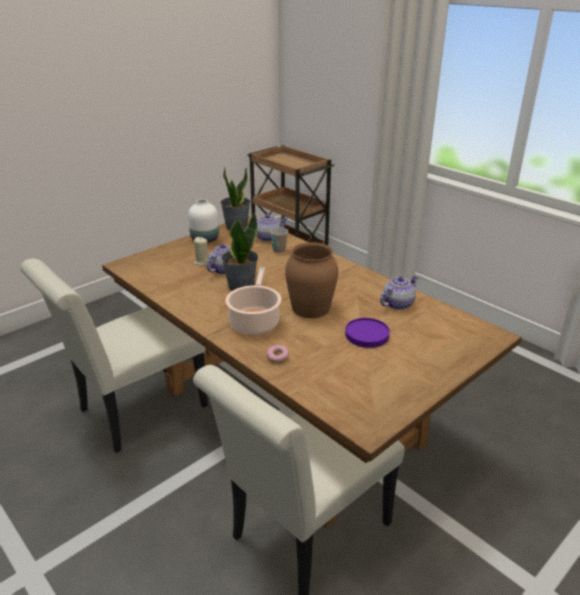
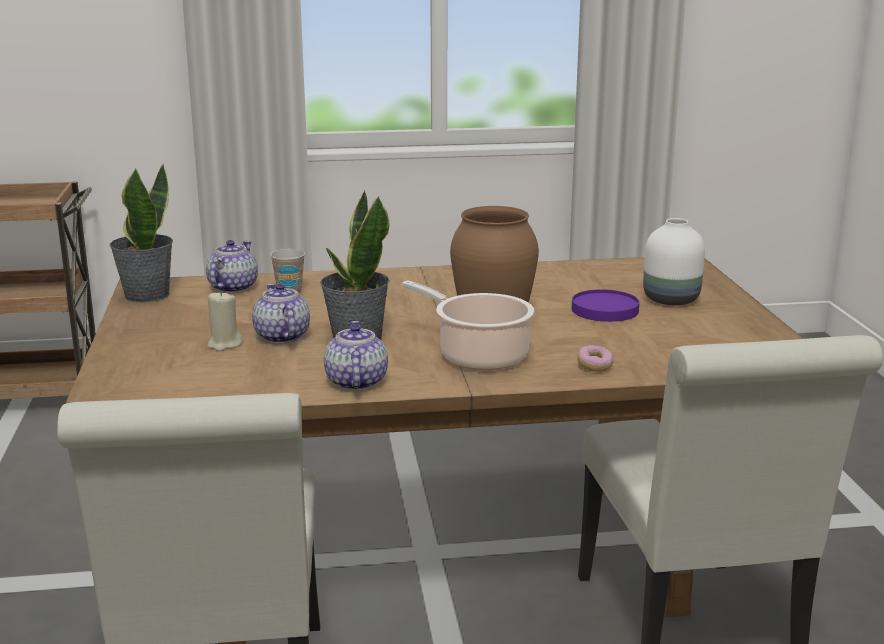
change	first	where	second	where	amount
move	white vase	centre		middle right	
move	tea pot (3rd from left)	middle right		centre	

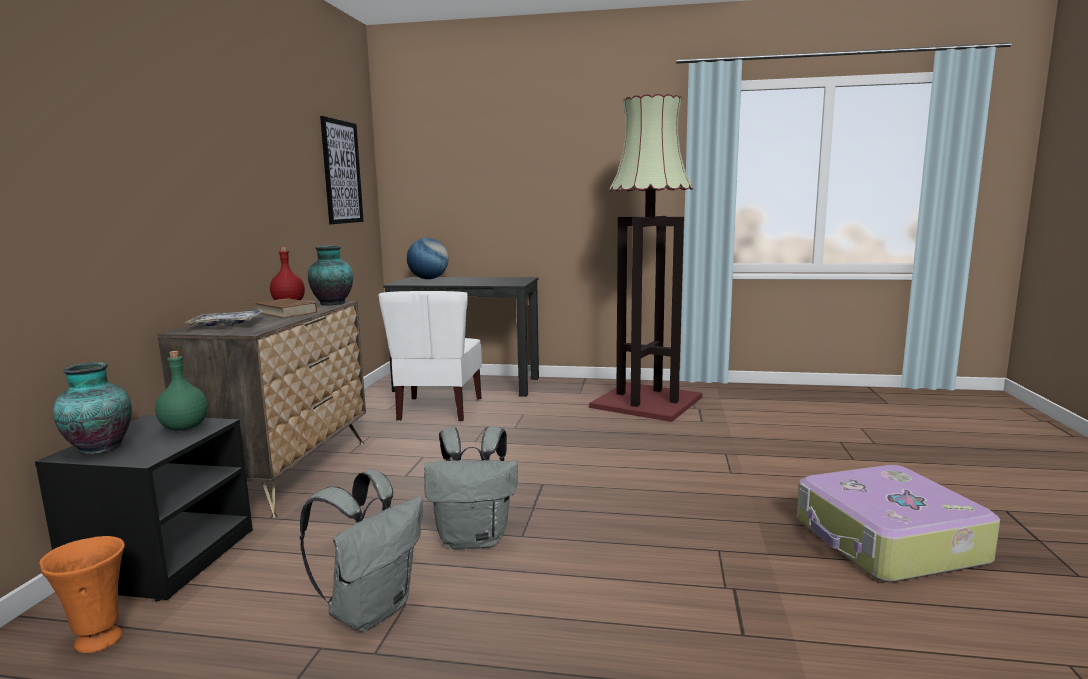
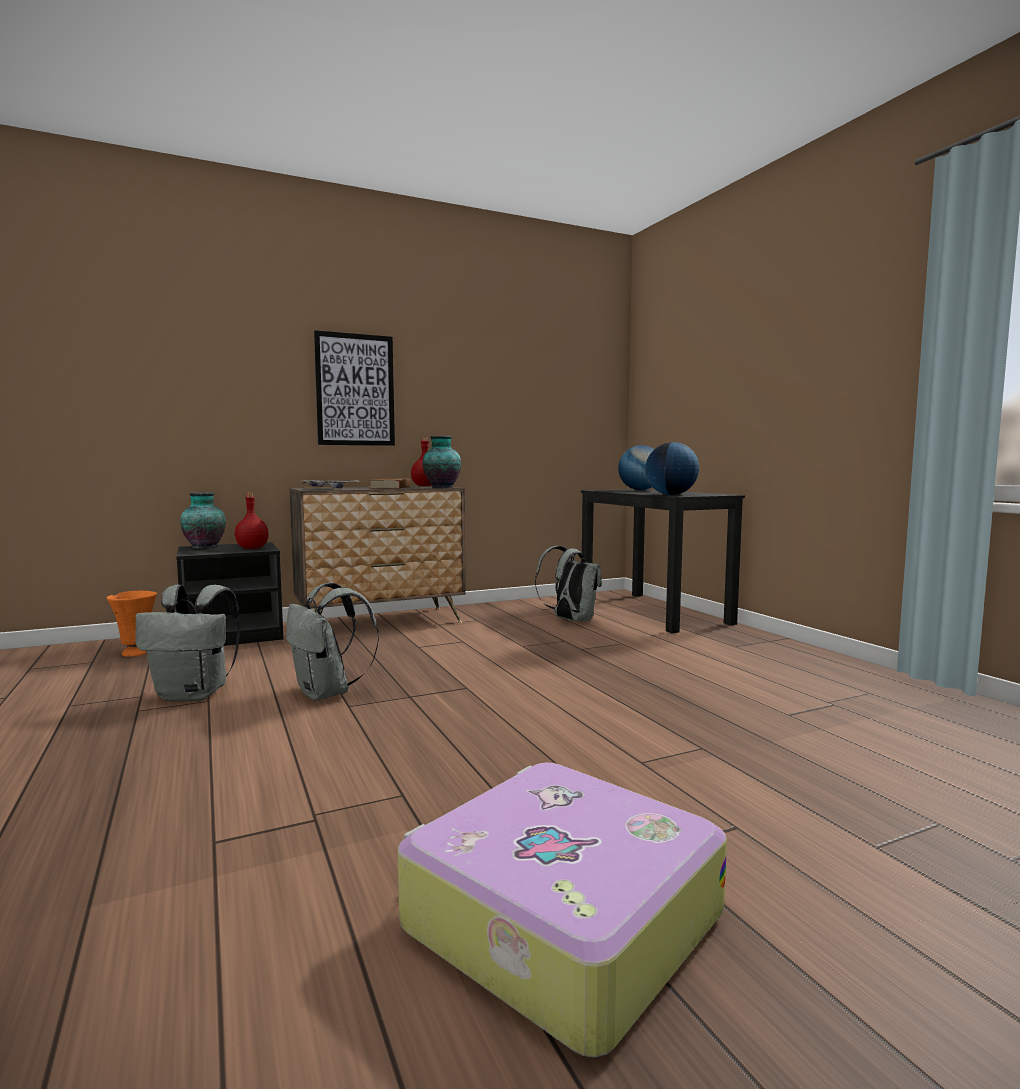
change	first	where	second	where	amount
recolor	green-coloured bottle	middle left	red-coloured bottle (1st from left)	middle left	
move	picture	top left		centre	
replace	white plain chair	centre	greyish knapsack (3rd from left)	centre	
delete	standard lamp	centre			
insert			world globe (2nd from left)	centre	

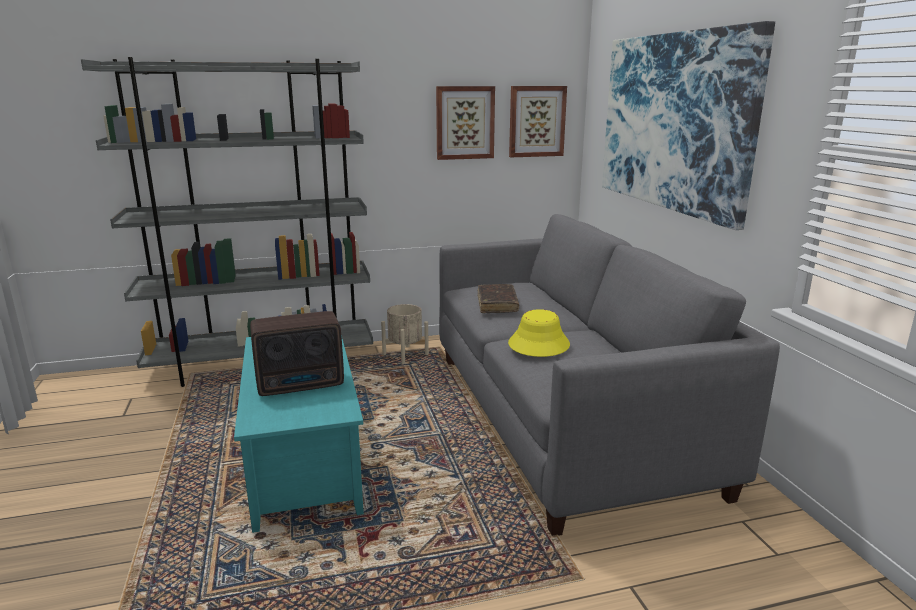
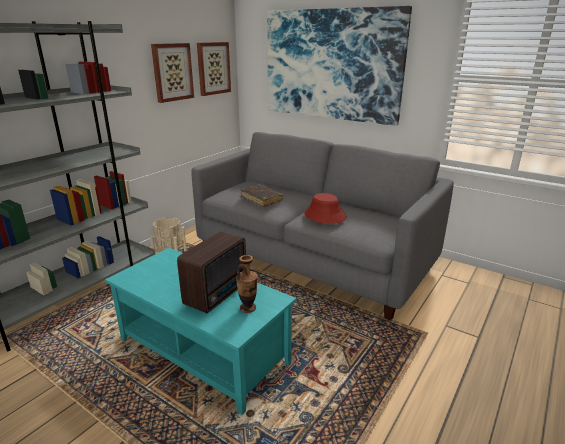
change	first	where	second	where	amount
recolor	yellow clothing hat	centre	red-coloured clothing hat	centre	
insert			vase	centre	

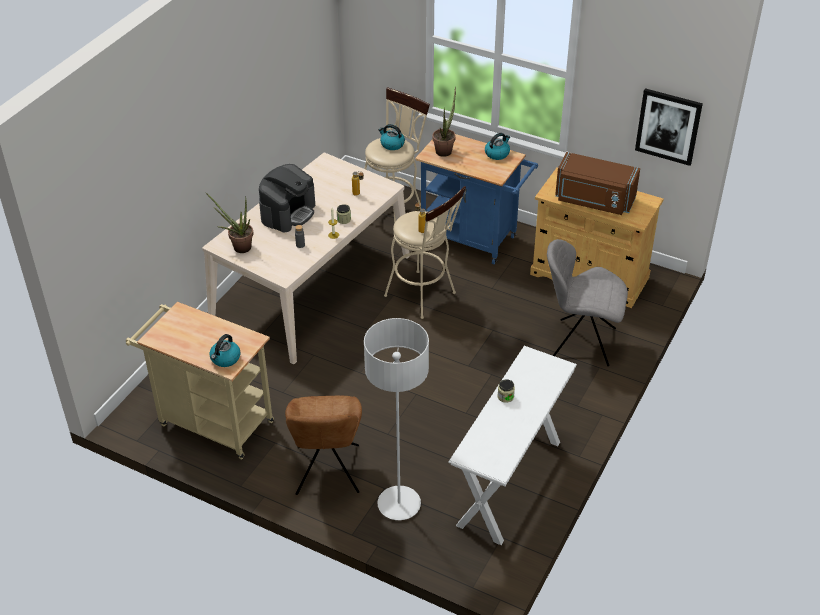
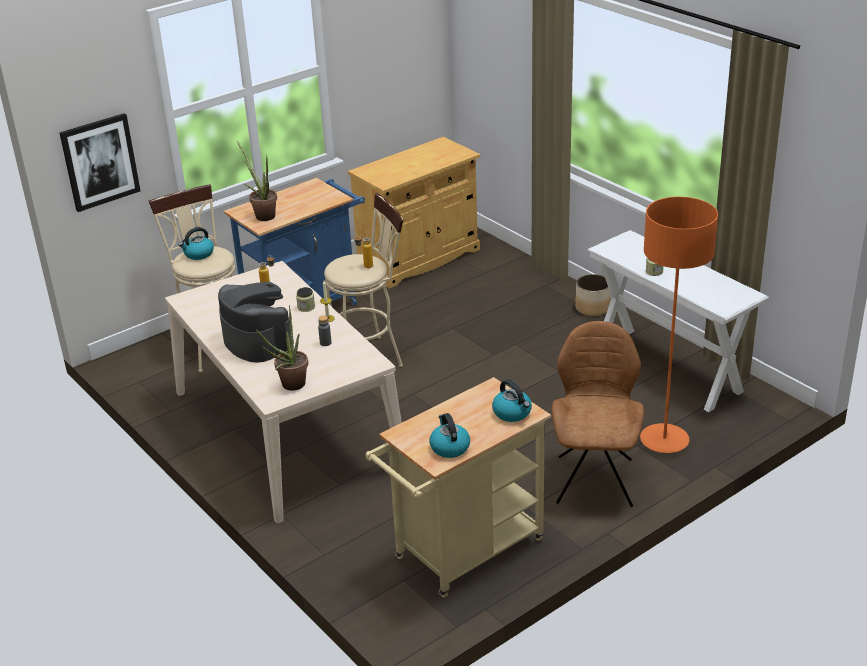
change	first	where	second	where	amount
rotate	brownish plain chair	bottom centre		middle right	105 degrees counterclockwise
recolor	greyish standard lamp	bottom centre	orangey standard lamp	middle right	
move	water kettle (3rd from left in the first image)	top centre	water kettle (2nd from left)	centre	
delete	greyish plain chair	middle right			
delete	brownish microwave oven	top right			
move	picture	top right		top left	
insert			plant pot	middle right	

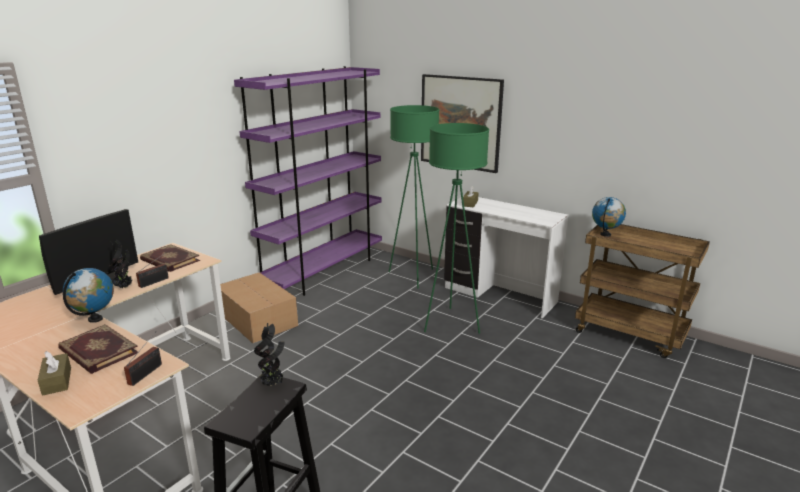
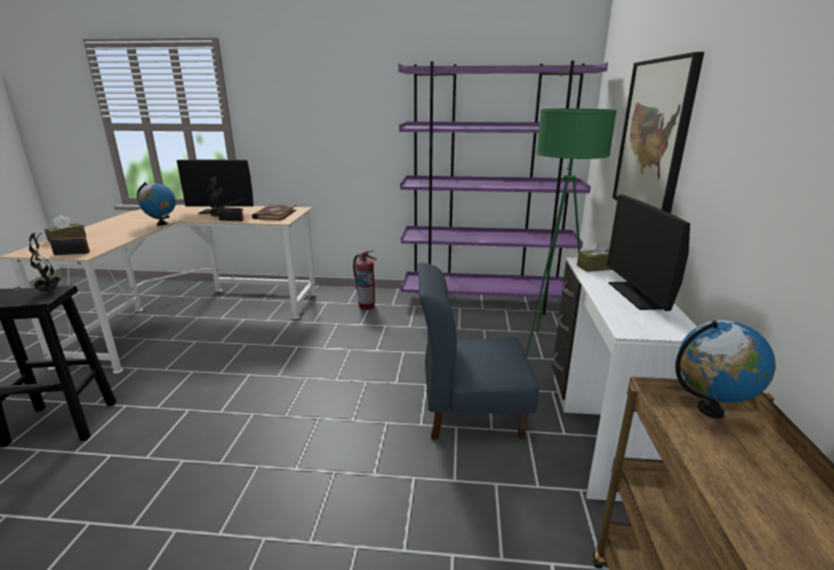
change	first	where	second	where	amount
delete	bound book (1st from left)	bottom left			
replace	cardboard box	middle left	extinguisher	centre	
replace	green-coloured standard lamp (2nd from left)	centre	blue-coloured plain chair	centre	
insert			computer display (2nd from left)	middle right	

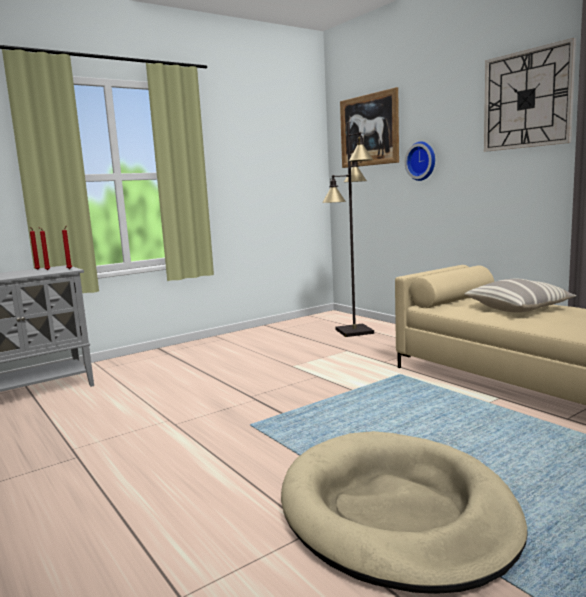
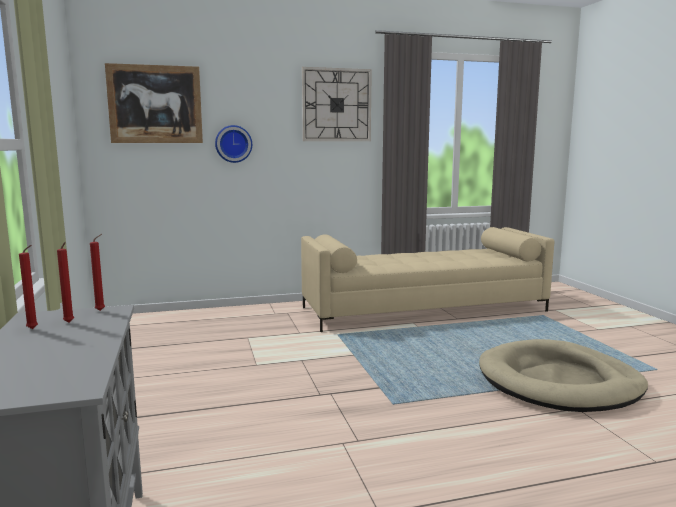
change	first	where	second	where	amount
delete	blackish standard lamp	centre			
delete	throw pillow	middle right			

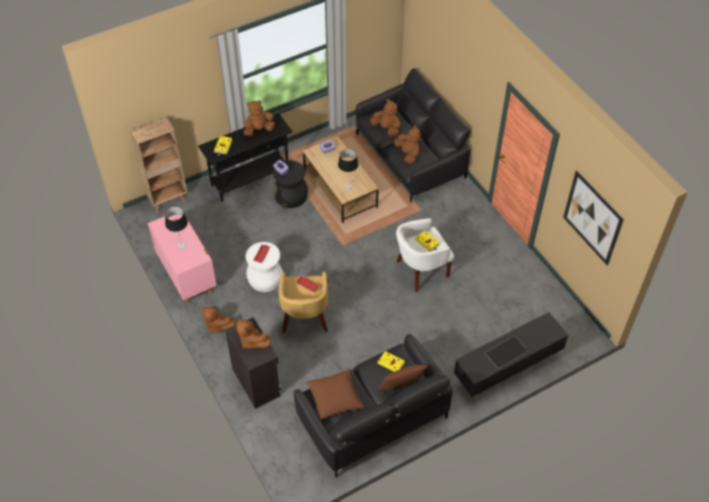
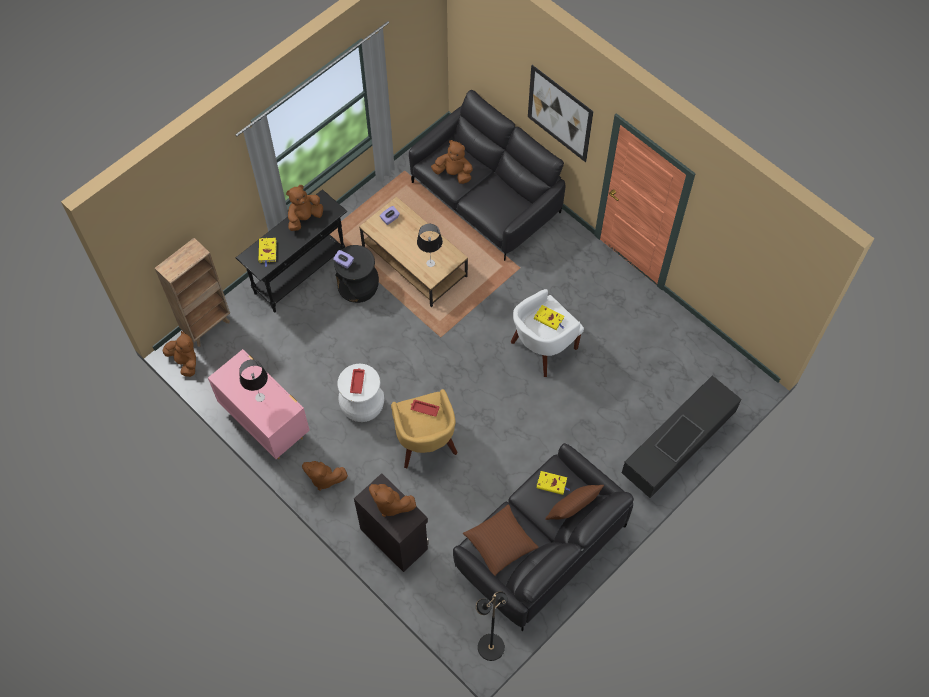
change	first	where	second	where	amount
move	brownish plush toy (5th from left in the first image)	top centre	brownish plush toy (1st from left)	middle left	
move	picture	middle right		top centre	
insert			blackish standard lamp	bottom centre	

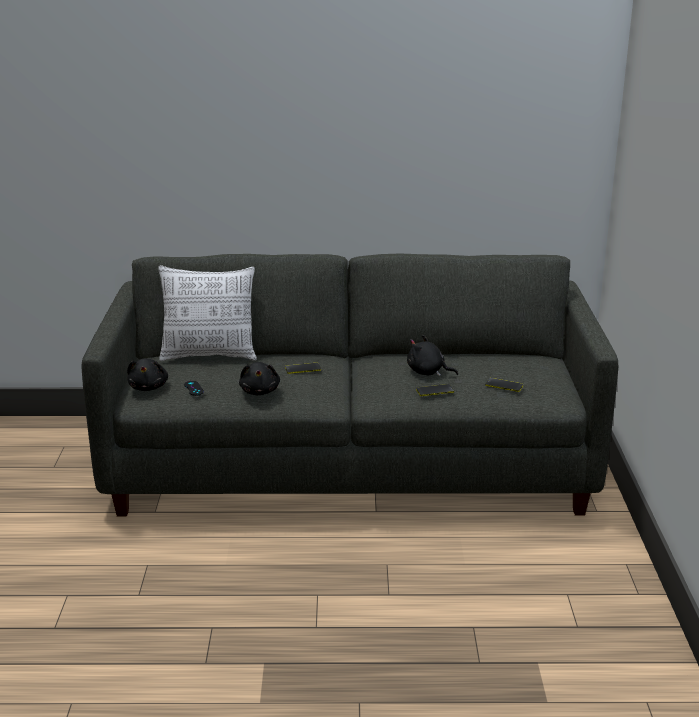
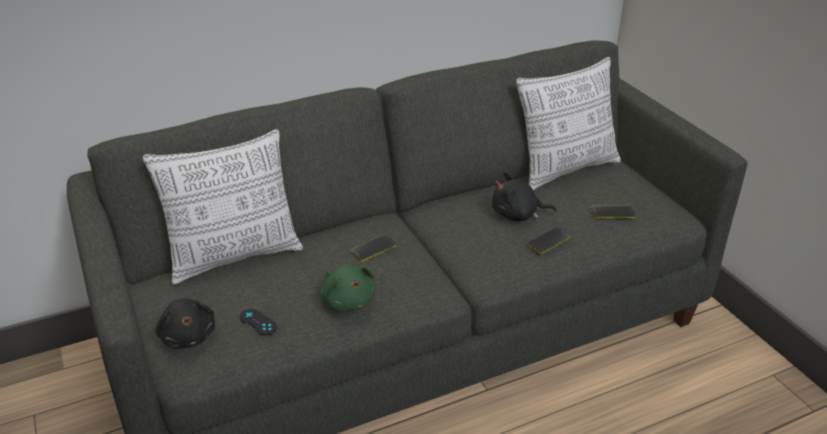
change	first	where	second	where	amount
recolor	blackish plush toy (2nd from left)	centre	green-coloured plush toy	centre	
insert			throw pillow (2nd from left)	top right	

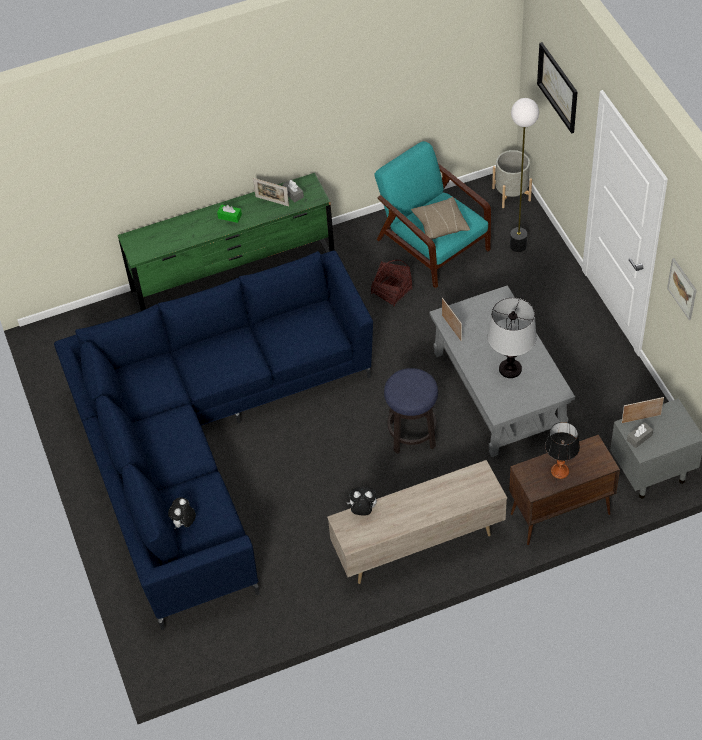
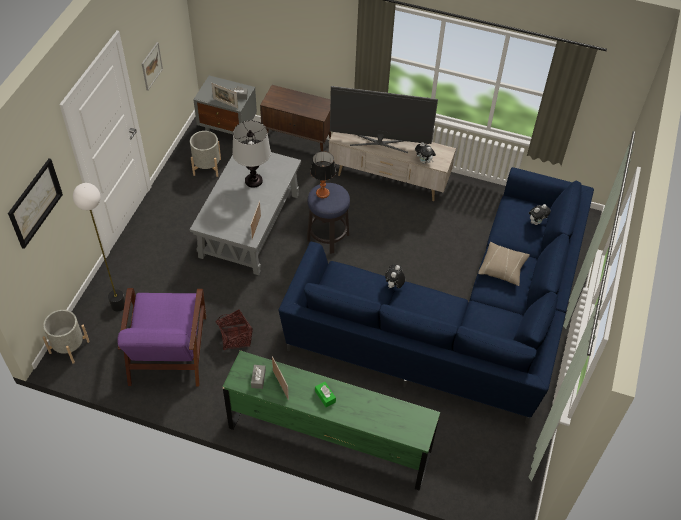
change	first	where	second	where	amount
recolor	turquoise-coloured lounge chair	top centre	purple-coloured lounge chair	middle left	
move	beige throw pillow	top centre		middle right	
move	tabletop lamp (2nd from left)	middle right		centre	
insert			greyish plant pot (2nd from left)	top left	
insert			TV set	top centre	
insert			plush toy (1st from left)	centre	

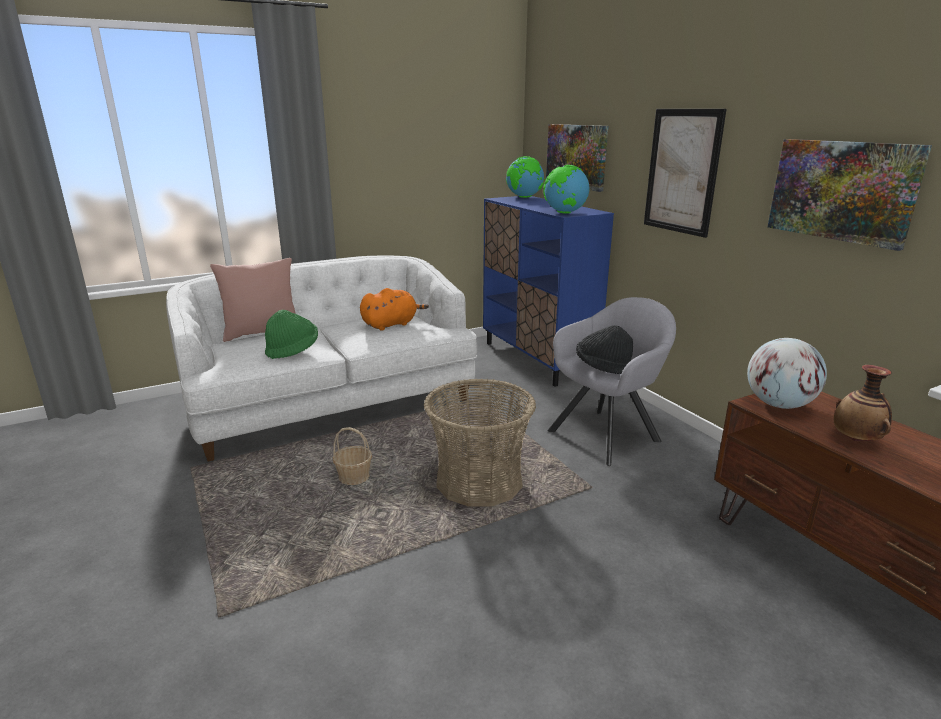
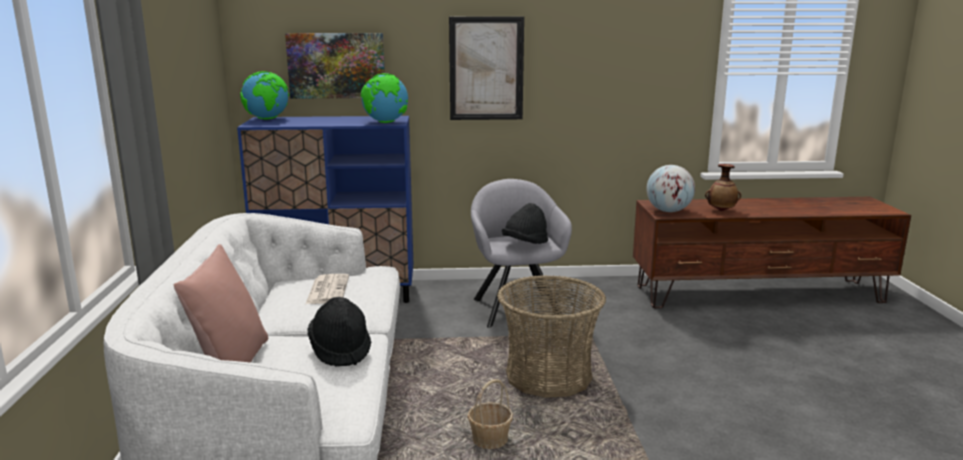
change	first	where	second	where	amount
recolor	green-coloured clothing hat	middle left	blackish clothing hat (1st from left)	bottom centre	
replace	orangey plush toy	centre	newspaper	centre	
delete	picture (3rd from left)	top right			

